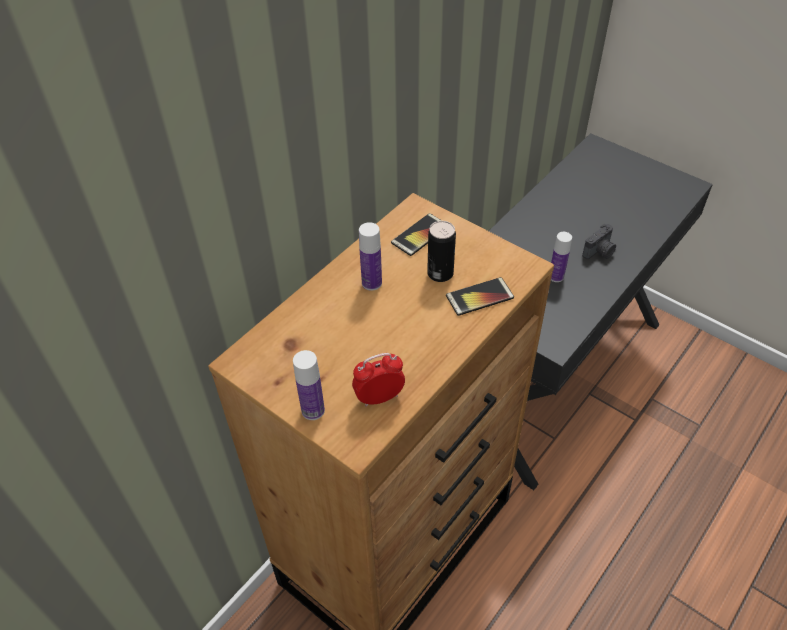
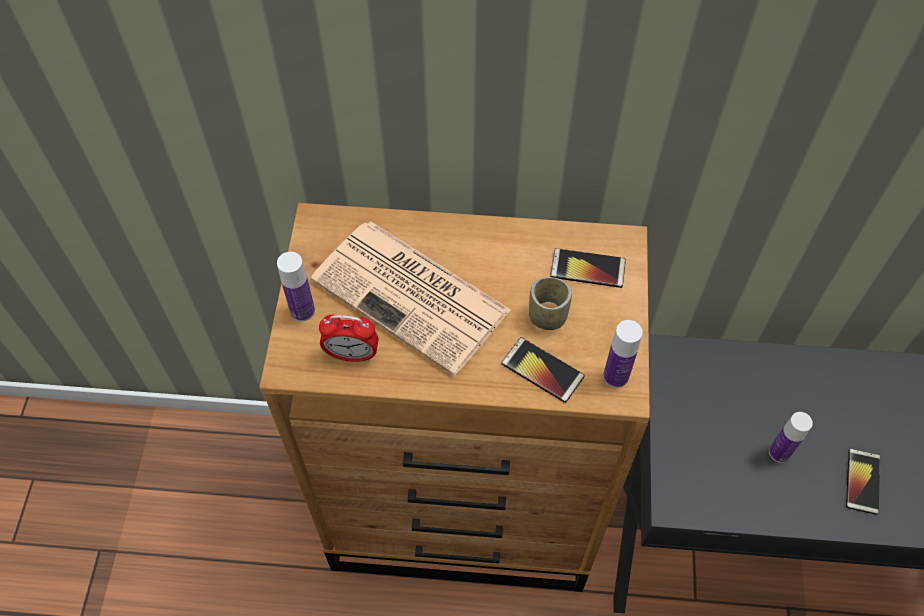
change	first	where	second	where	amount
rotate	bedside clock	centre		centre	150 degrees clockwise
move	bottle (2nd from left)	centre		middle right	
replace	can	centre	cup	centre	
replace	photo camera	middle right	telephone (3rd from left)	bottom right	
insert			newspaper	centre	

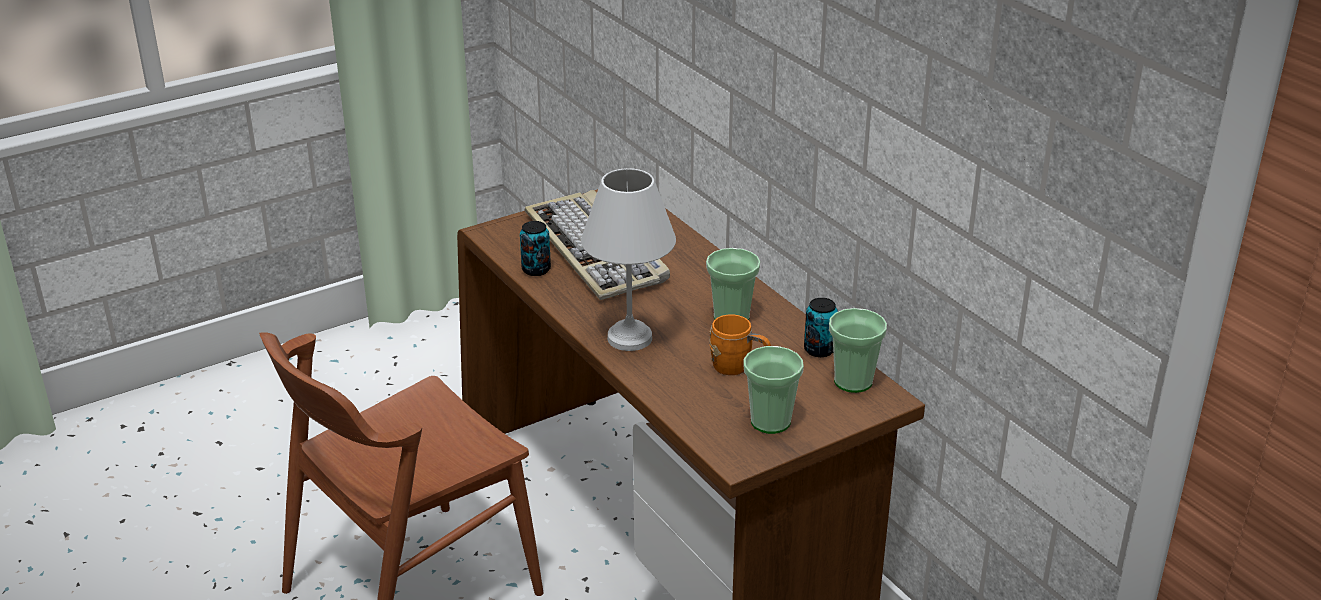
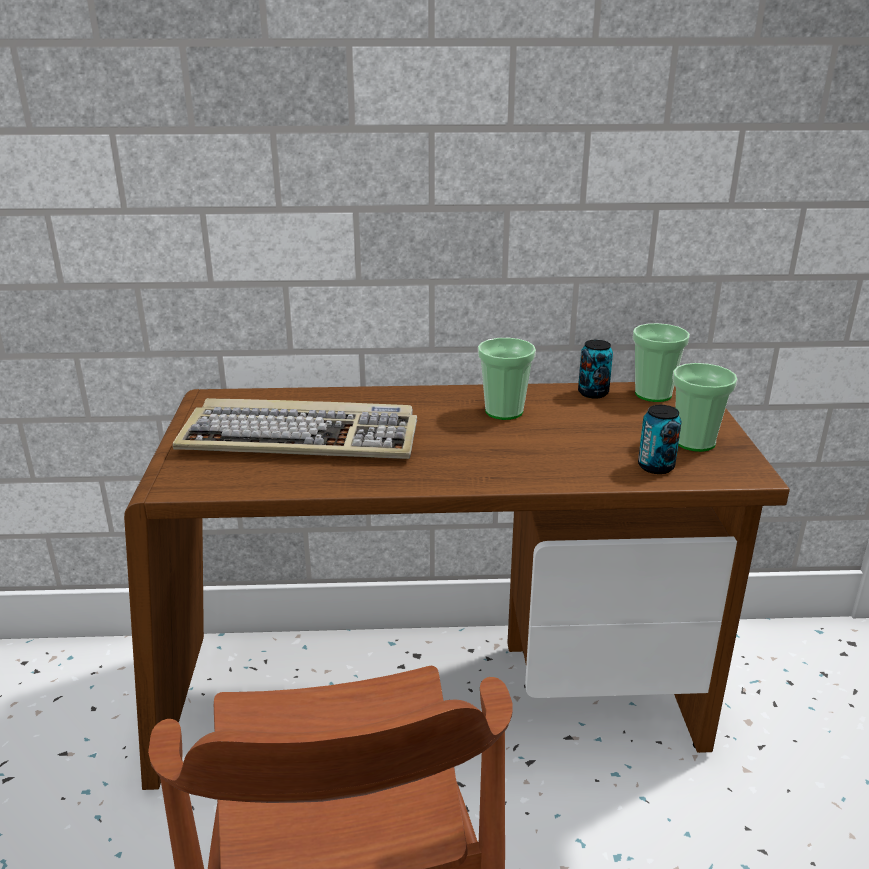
change	first	where	second	where	amount
move	can (1st from left in the first image)	centre	can (2nd from left)	middle right	
delete	white tabletop lamp	centre			
delete	orangey tea mug	centre			

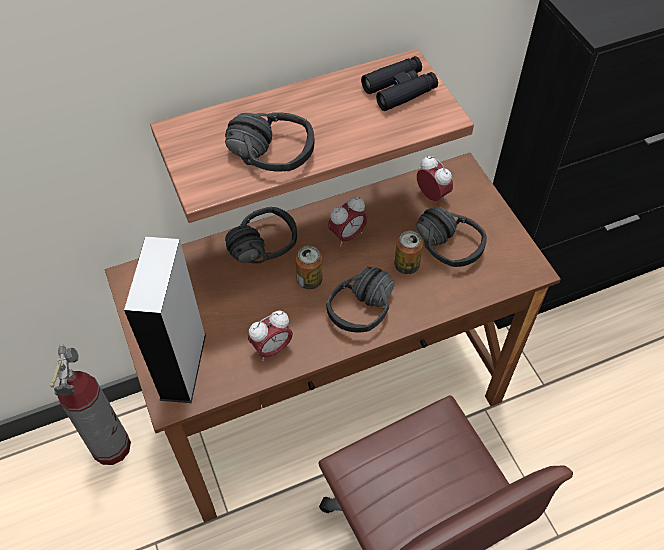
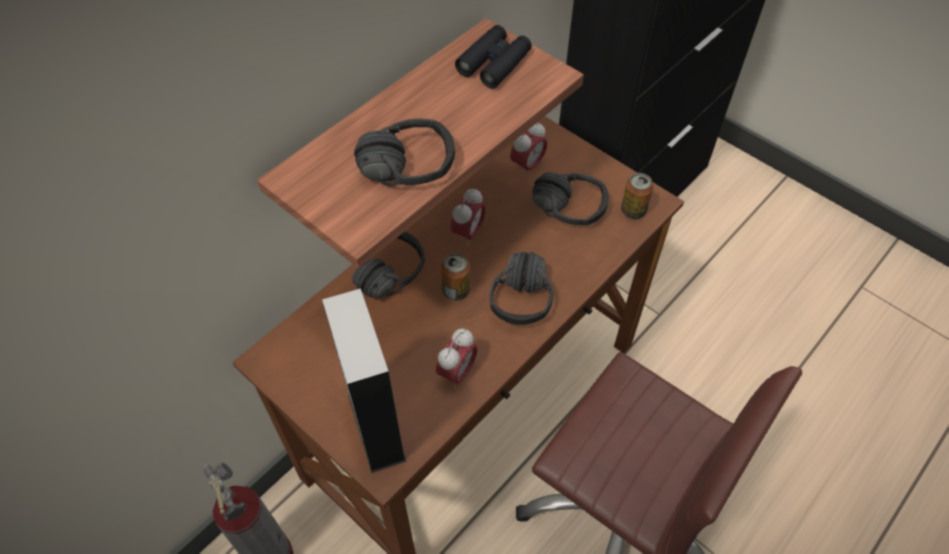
change	first	where	second	where	amount
move	can (2nd from left)	centre		middle right	
rotate	bedside clock (3rd from left)	top centre		top centre	105 degrees clockwise

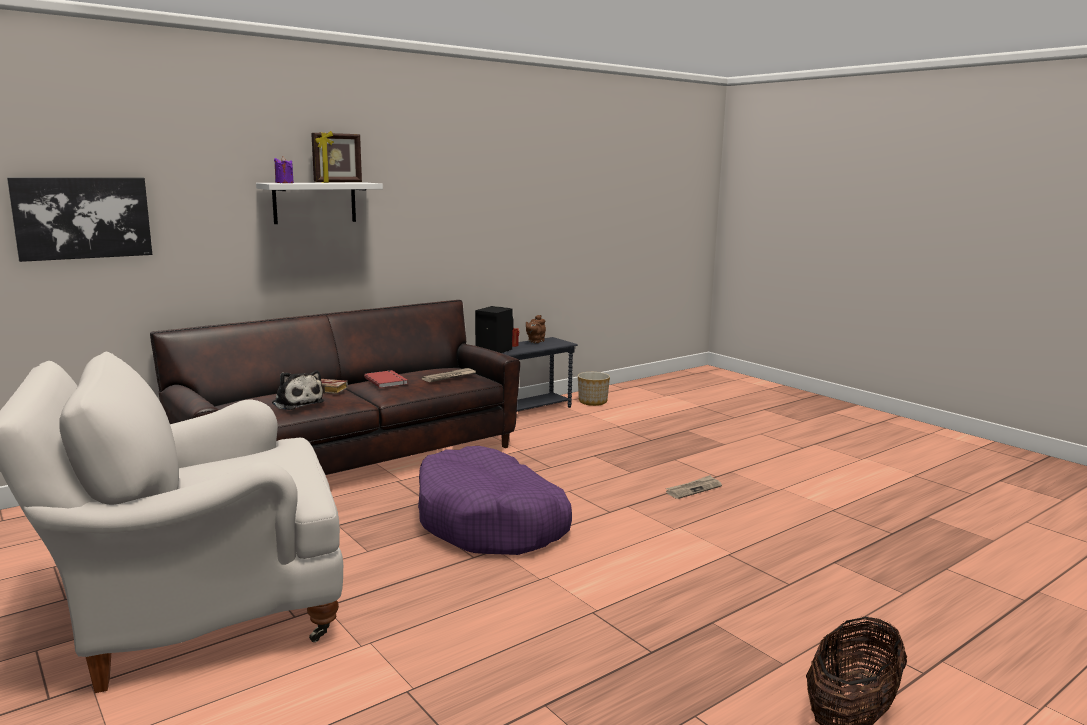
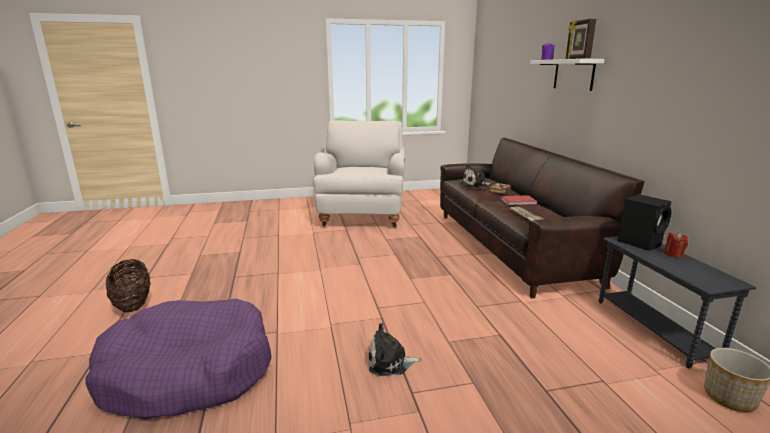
change	first	where	second	where	amount
delete	picture	top left			
move	purple-coloured pet bed	bottom centre		bottom left	
delete	brownish tea pot	centre			
replace	newspaper (2nd from left)	bottom centre	plush toy (1st from left)	bottom centre	

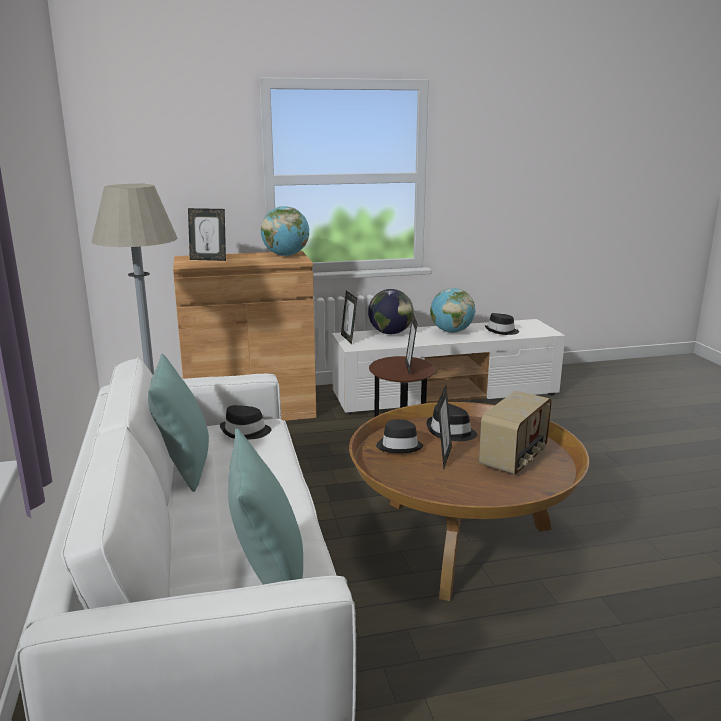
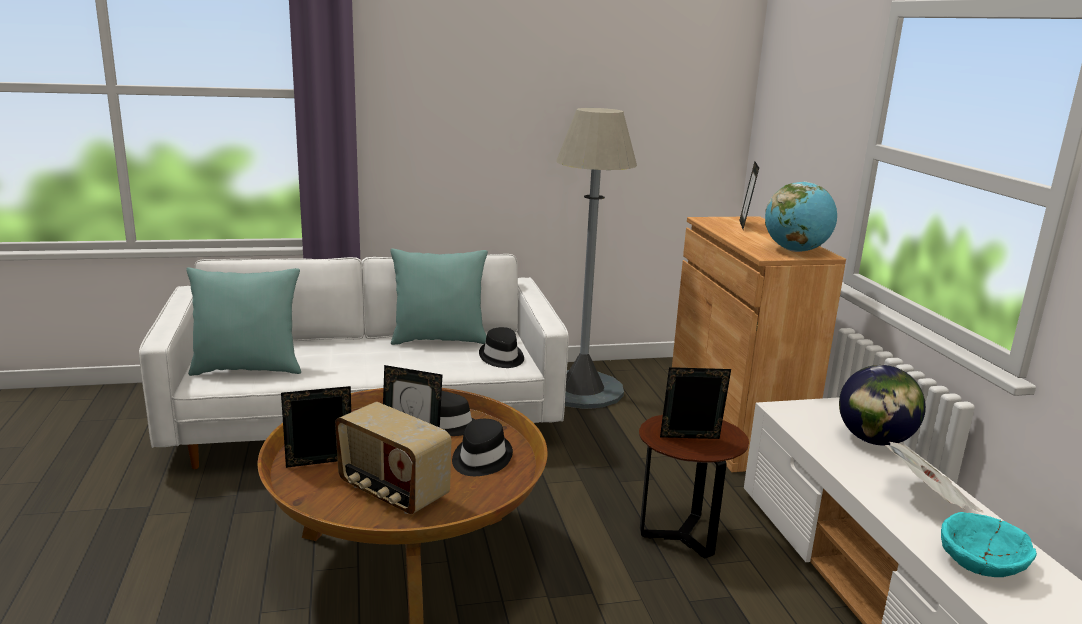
change	first	where	second	where	amount
move	picture frame (2nd from left in the first image)	centre	picture frame (1st from left)	bottom left	
replace	world globe (3rd from left)	centre	newspaper	bottom right	
replace	blackish clothing hat (4th from left)	middle right	turquoise-coloured deep dish	bottom right	

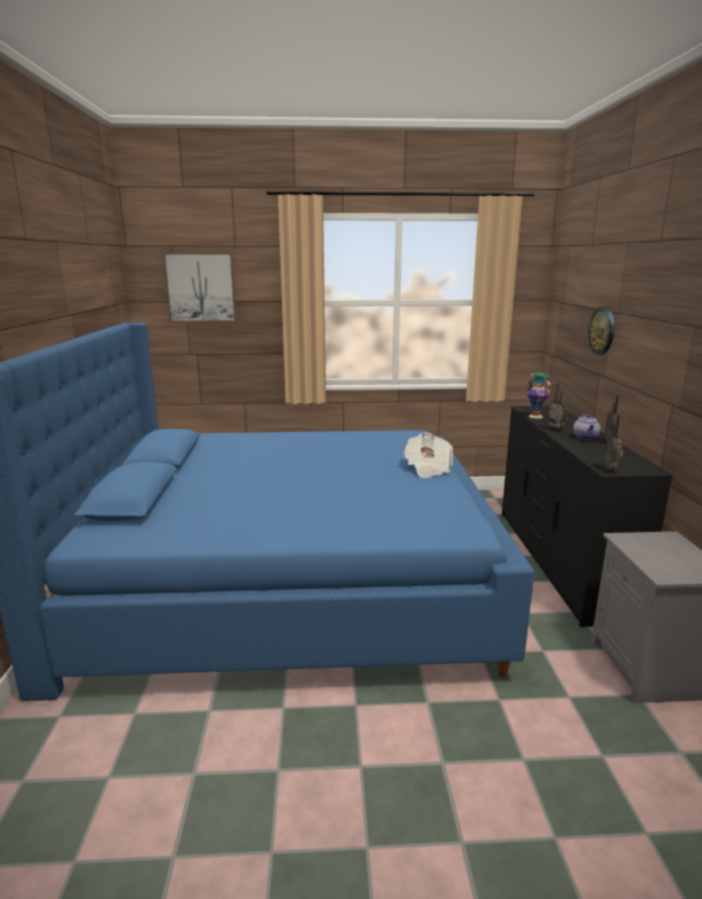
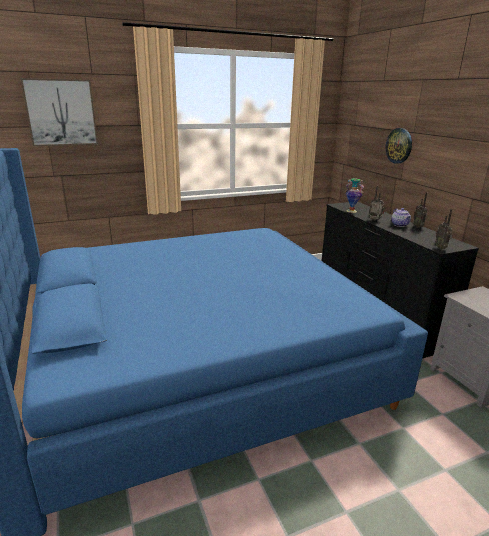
change	first	where	second	where	amount
delete	newspaper	centre			

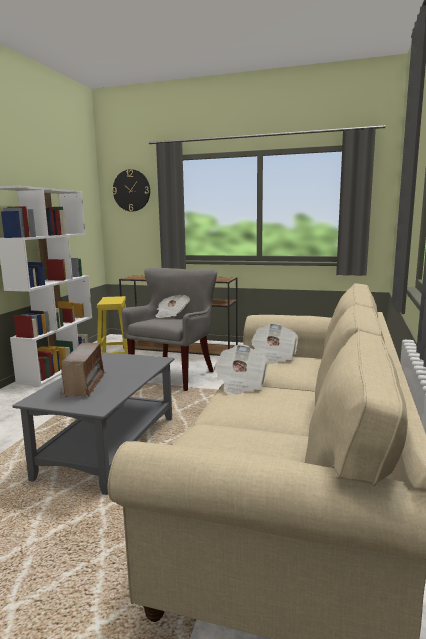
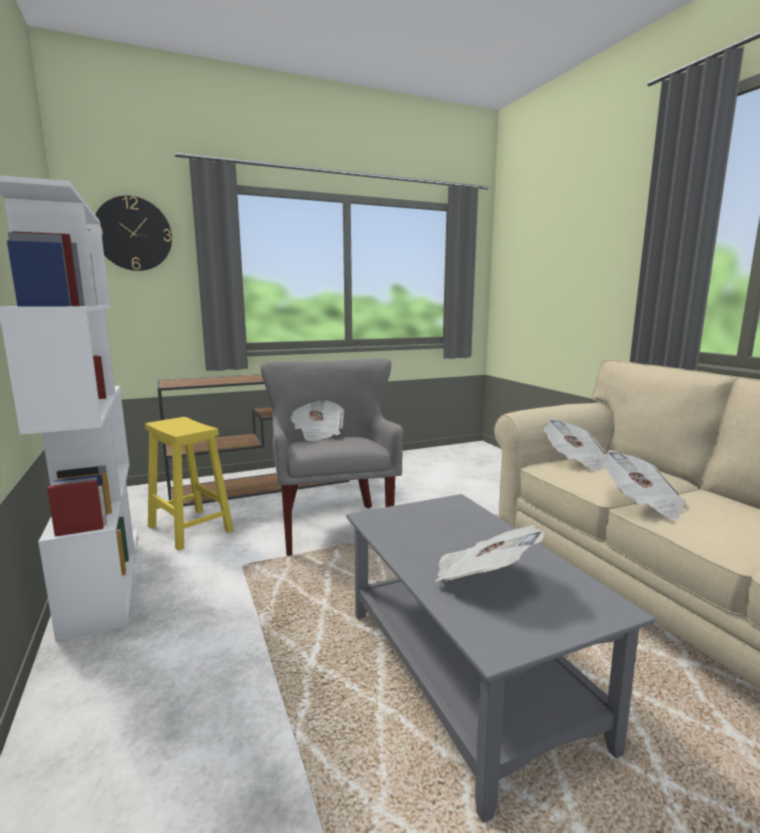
change	first	where	second	where	amount
replace	radio set	middle left	newspaper (2nd from left)	centre	

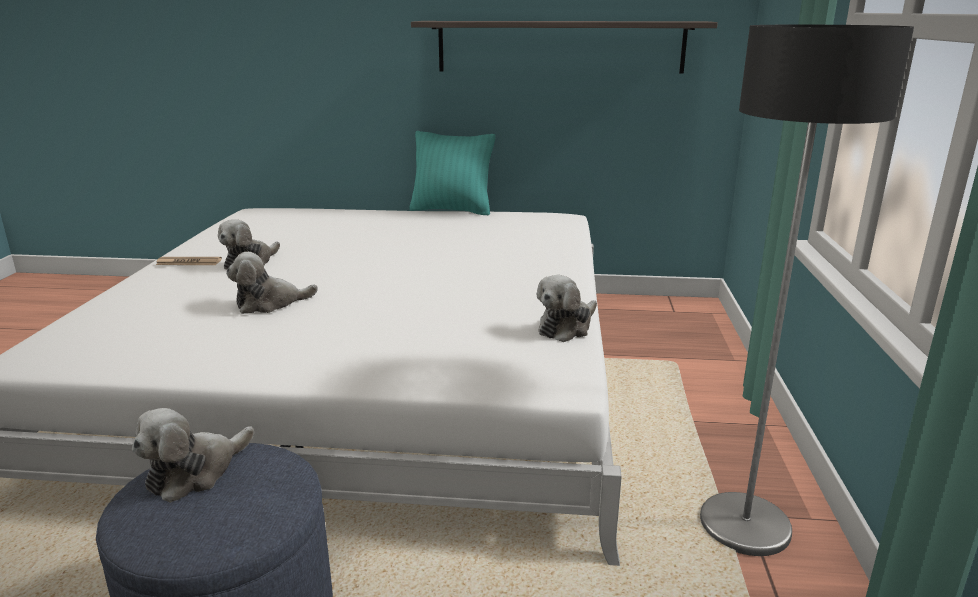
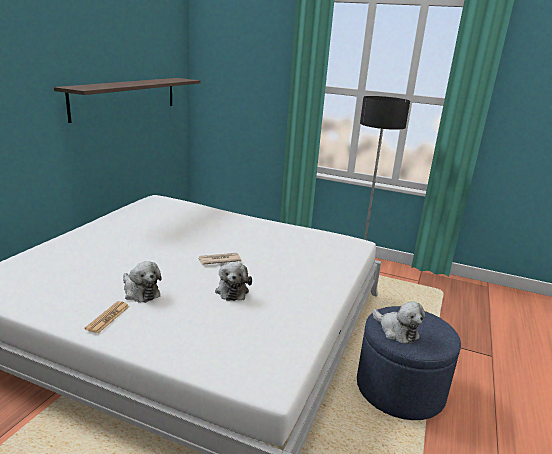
change	first	where	second	where	amount
delete	turquoise-coloured throw pillow	top centre			
delete	plush toy (4th from left)	centre			
insert			newspaper (2nd from left)	centre	

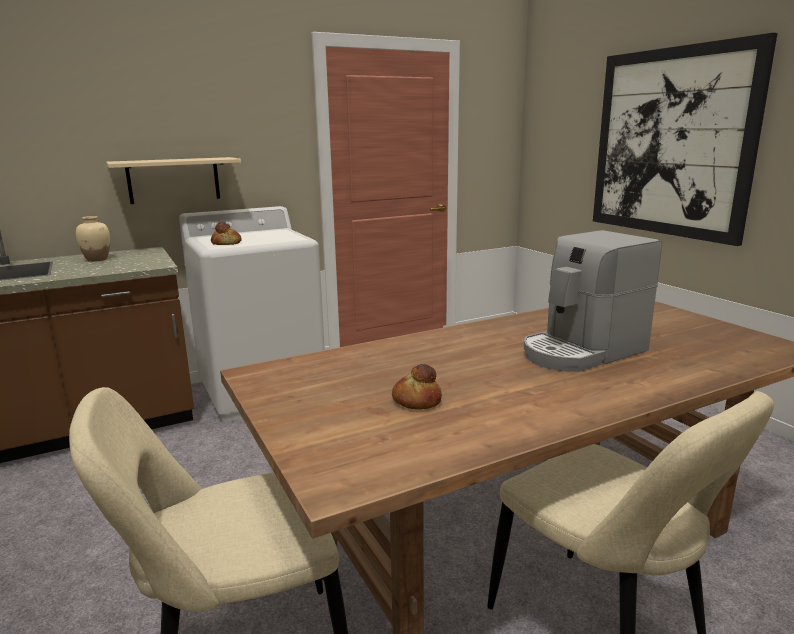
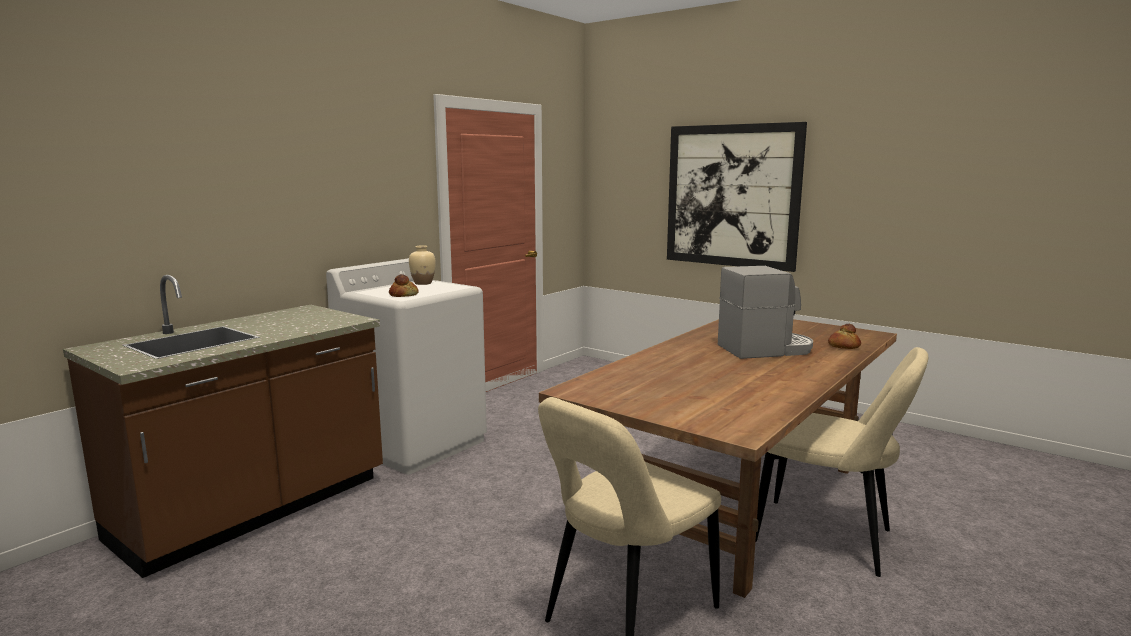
change	first	where	second	where	amount
move	beige vase	middle left		centre	
delete	beige bracket shelf	top left			
move	bread (2nd from left)	centre		middle right	
rotate	coffee maker	middle right		middle right	135 degrees counterclockwise

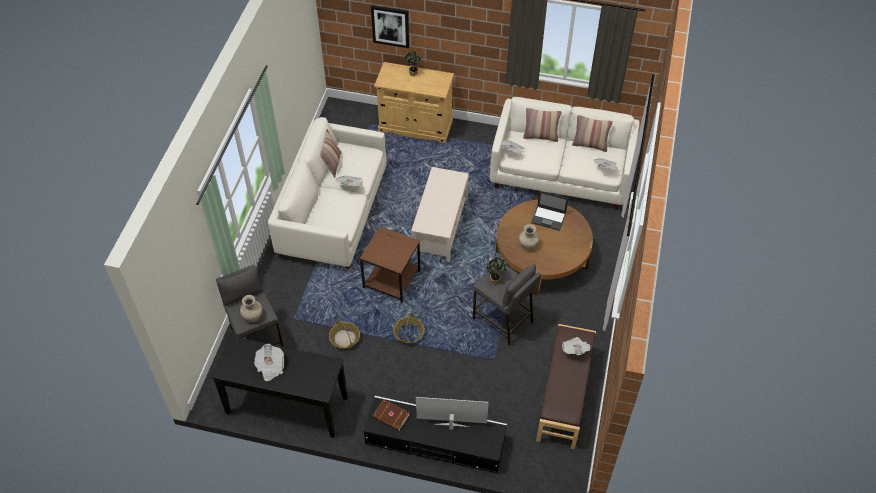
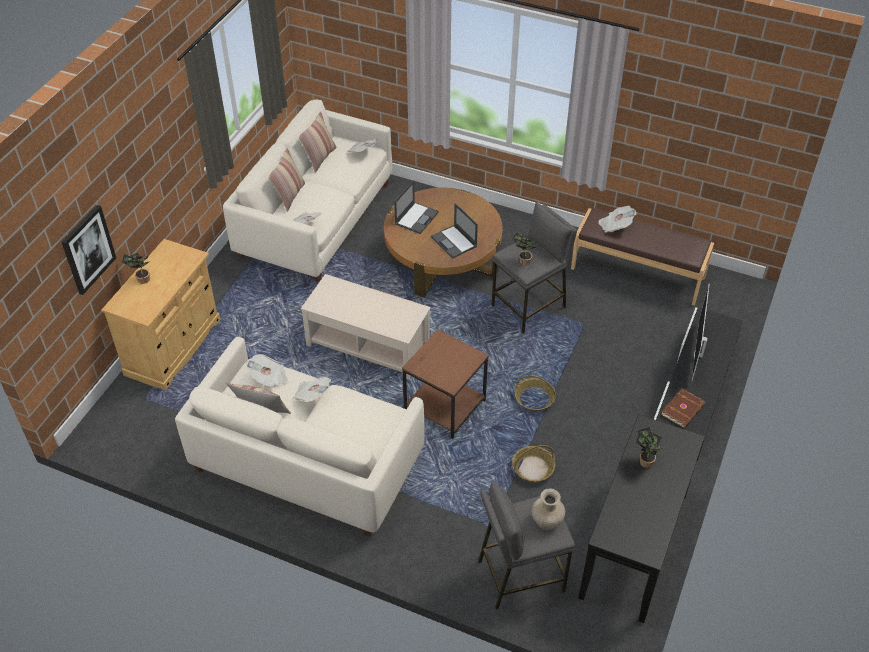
change	first	where	second	where	amount
move	newspaper (1st from left)	bottom left		middle left	
replace	beige vase (2nd from left)	centre	notebook computer (2nd from left)	centre	
insert			potted plant (3rd from left)	bottom right	

